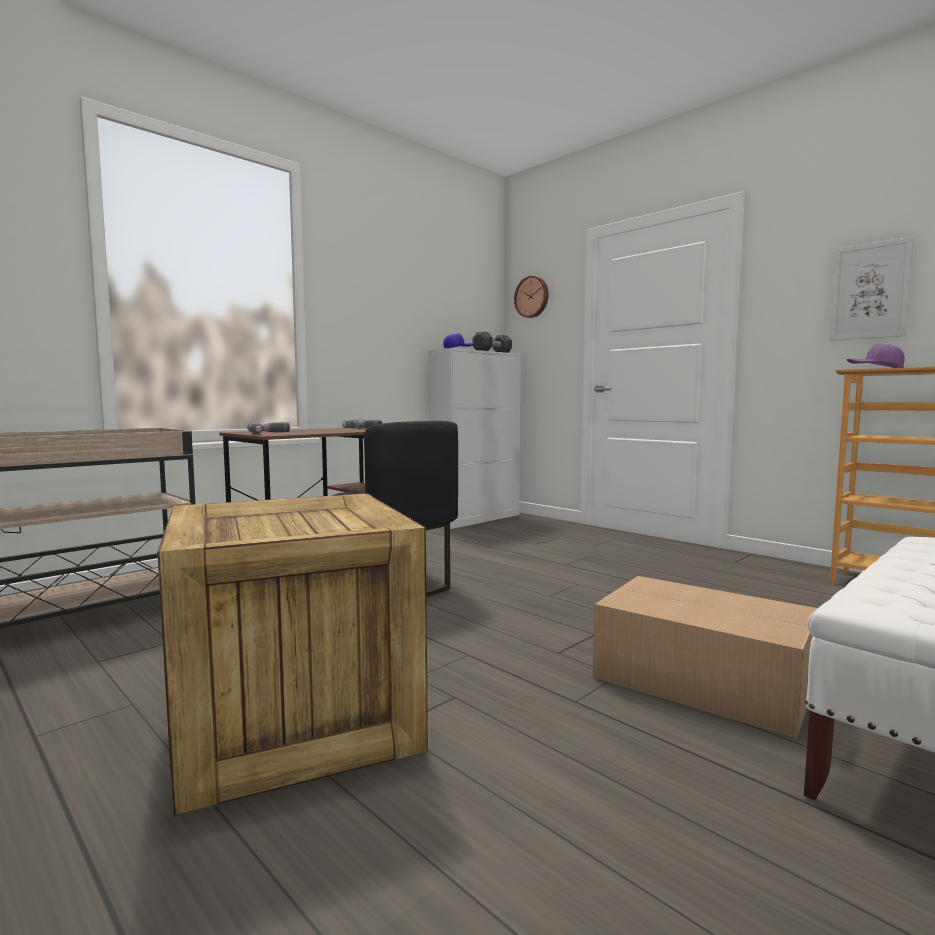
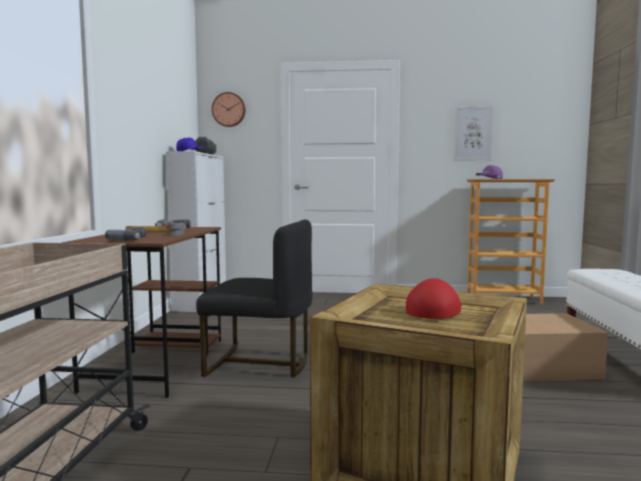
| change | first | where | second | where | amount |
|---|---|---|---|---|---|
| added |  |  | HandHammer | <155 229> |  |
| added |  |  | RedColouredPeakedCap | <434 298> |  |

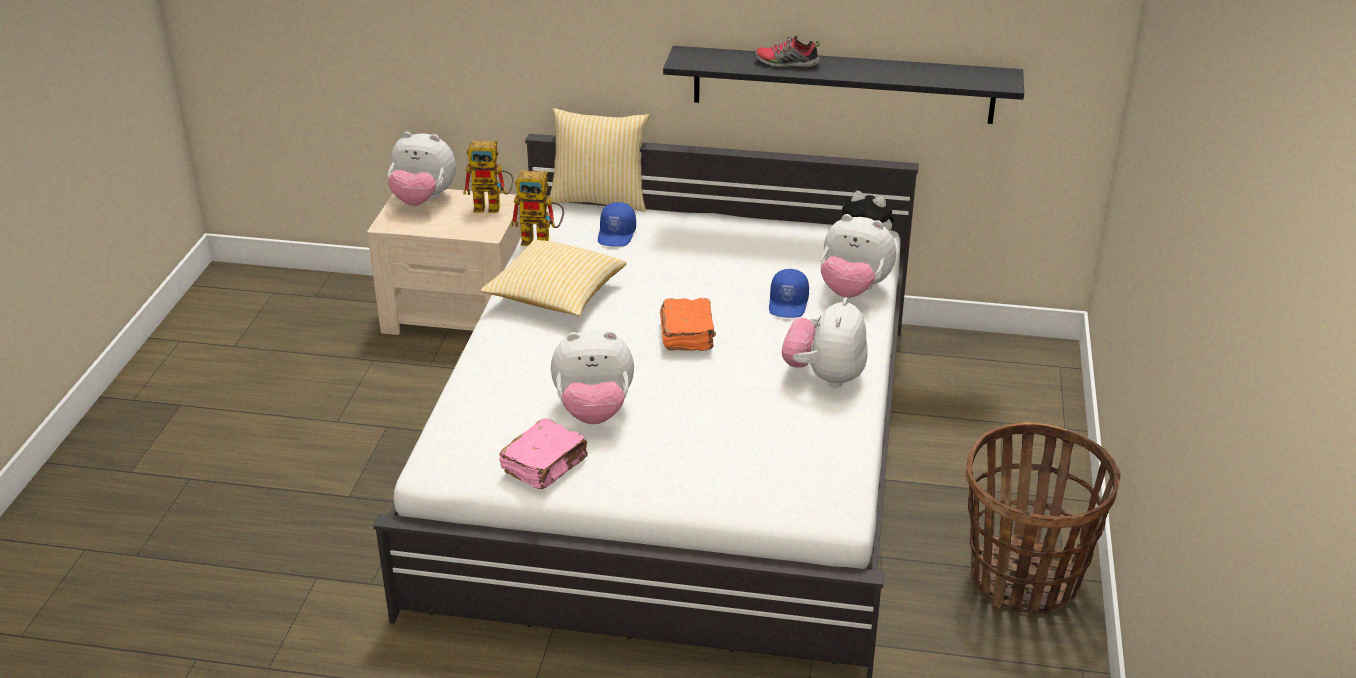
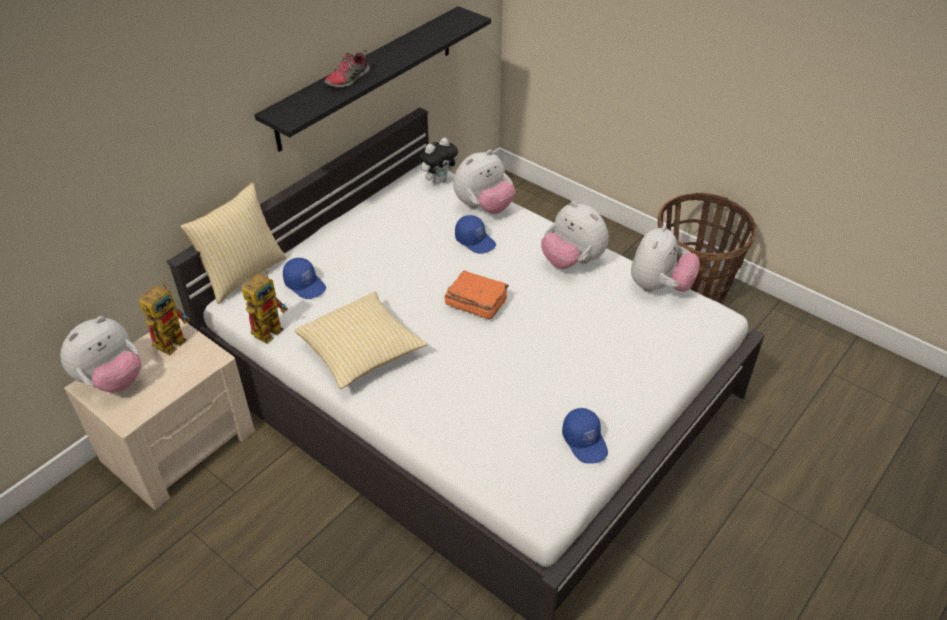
| change | first | where | second | where | amount |
|---|---|---|---|---|---|
| replaced | PinkishBook | <543 454> | BlueColouredPeakedCap | <585 436> |  |
| moved | PlushToy | <592 377> |  | <665 258> |  |

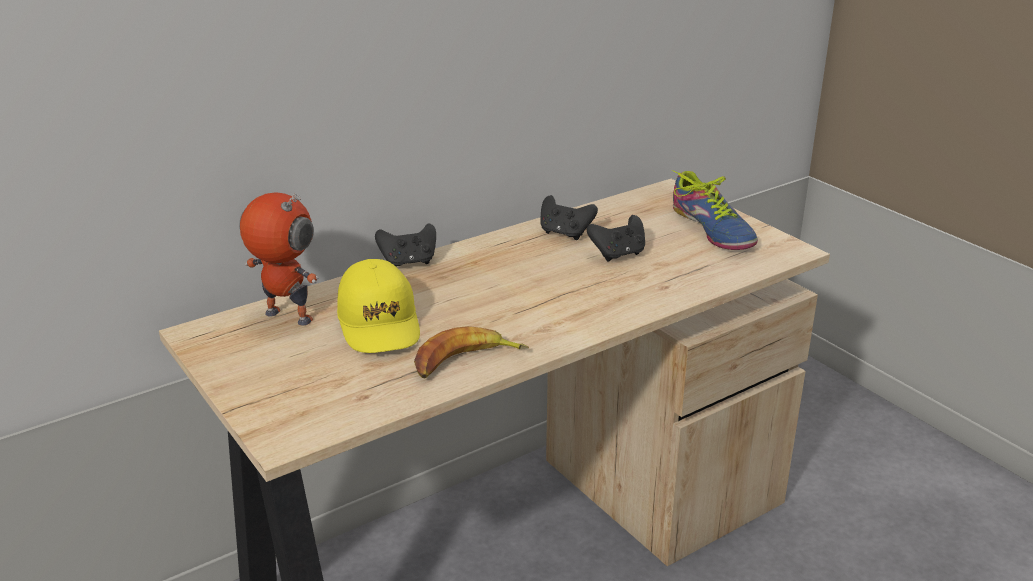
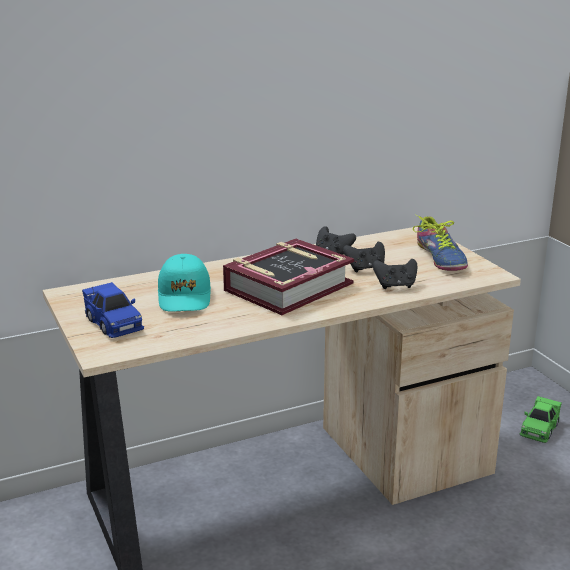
| change | first | where | second | where | amount |
|---|---|---|---|---|---|
| removed | ToyRobot | <278 259> |  |  |  |
| recoloured | YellowColouredPeakedCap | <378 306> | TurquoisePeakedCap | <184 283> |  |
| moved | BlackishJoypad | <405 244> |  | <395 274> |  |
| removed | Banana | <471 352> |  |  |  |
| added |  |  | BlueColouredToyCar | <113 310> |  |
| added |  |  | Book | <288 277> |  |
| added |  |  | GreenColouredToyCar | <541 419> |  |

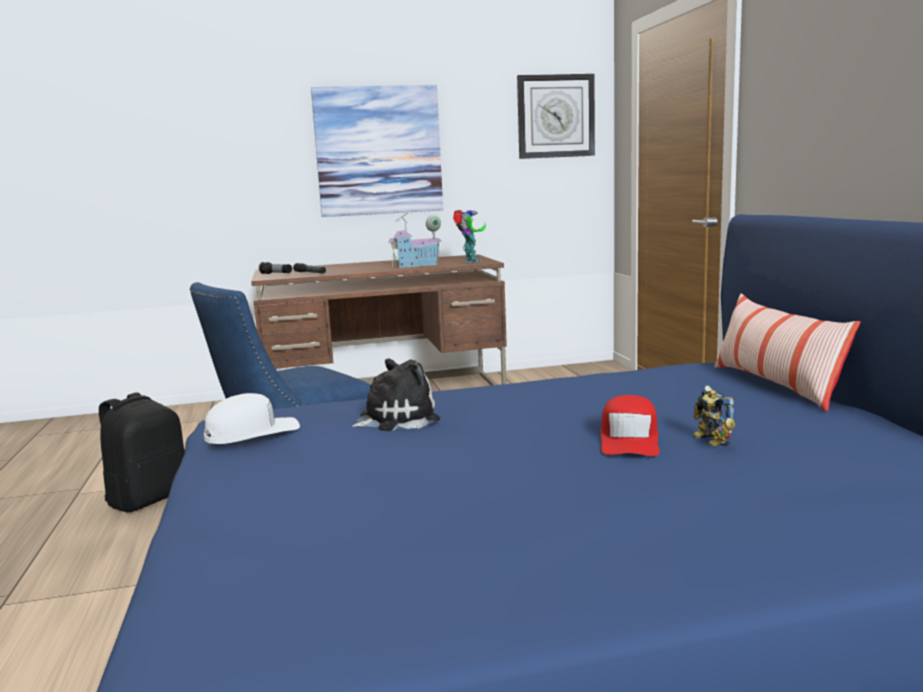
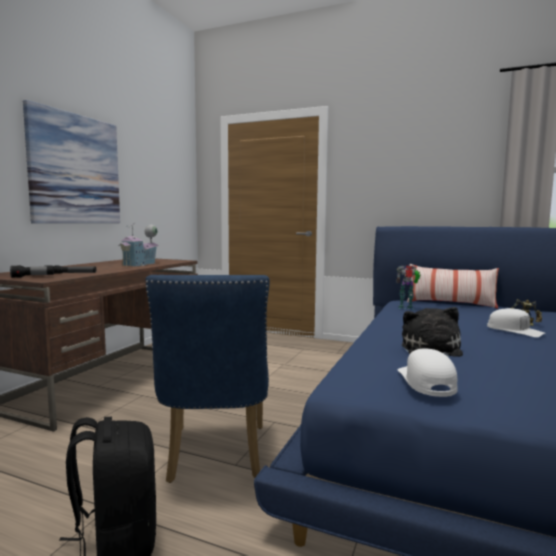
| change | first | where | second | where | amount |
|---|---|---|---|---|---|
| moved | ToyRobot | <469 236> |  | <408 287> |  |
| removed | HangingClock | <556 116> |  |  |  |
| recoloured | RedColouredPeakedCap | <630 425> | WhitePeakedCap | <516 322> |  |

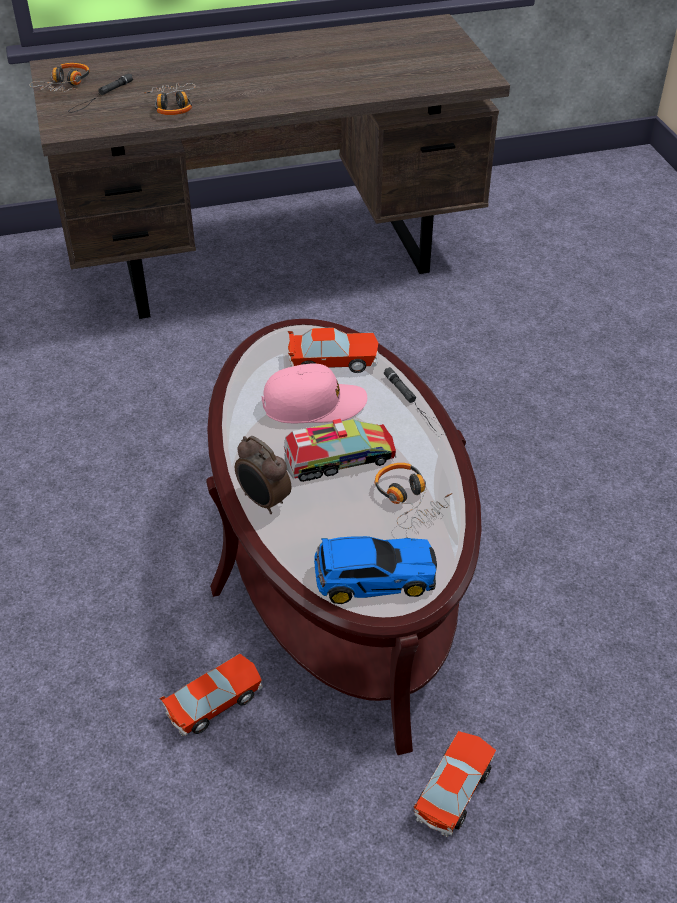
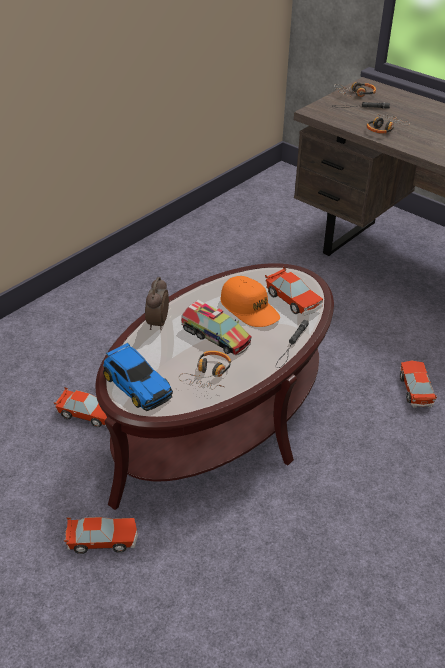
| change | first | where | second | where | amount |
|---|---|---|---|---|---|
| recoloured | PinkishPeakedCap | <314 393> | OrangeyPeakedCap | <250 301> |  |
| added |  |  | ToyCar | <418 384> |  |

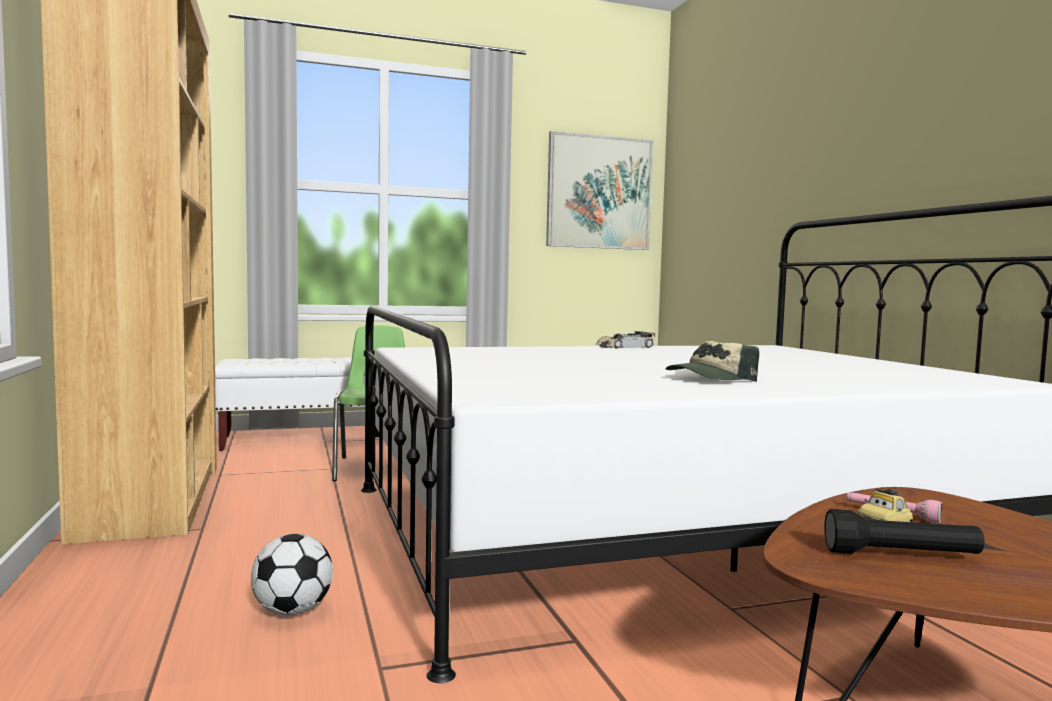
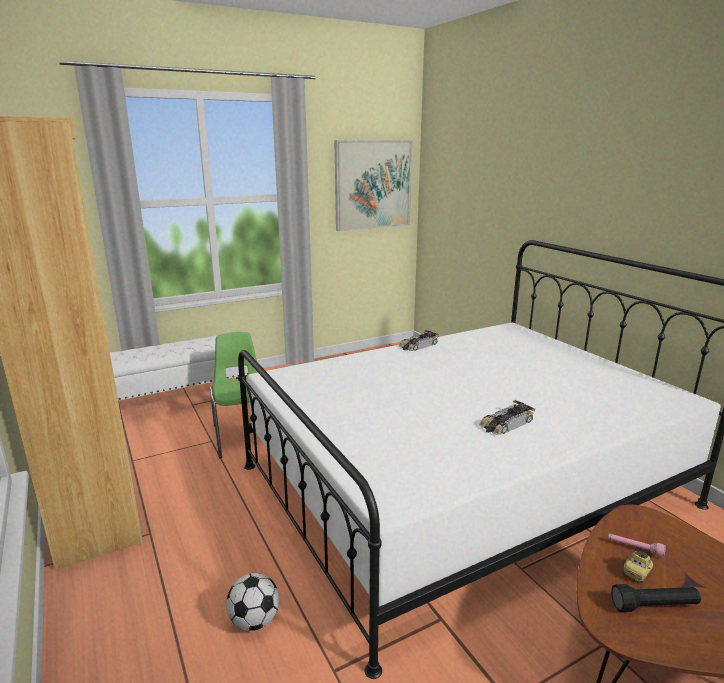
| change | first | where | second | where | amount |
|---|---|---|---|---|---|
| replaced | PeakedCap | <712 361> | ToyCar | <507 417> |  |

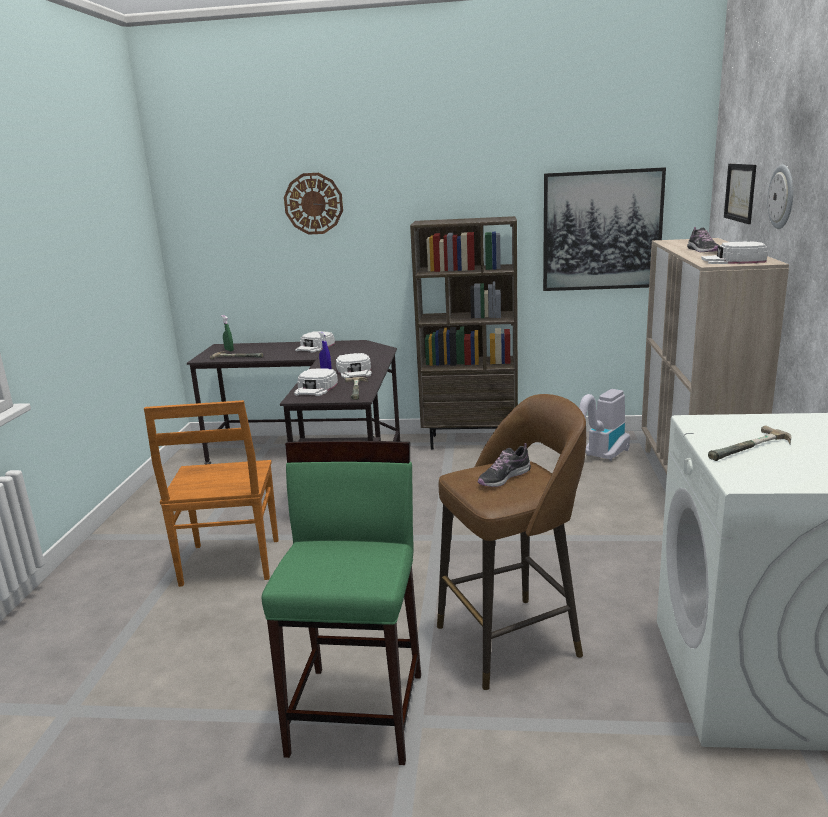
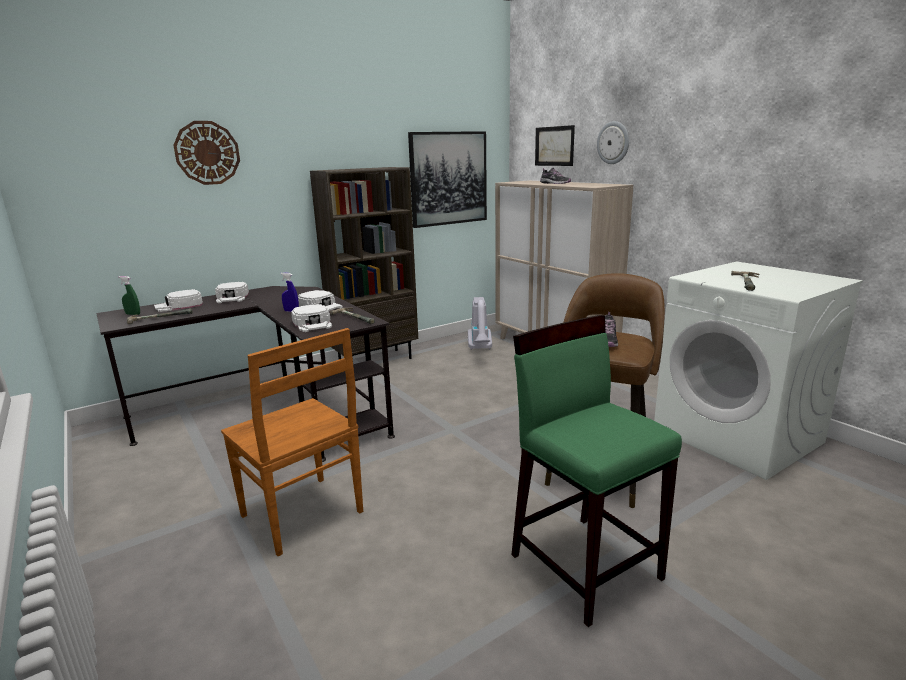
| change | first | where | second | where | amount |
|---|---|---|---|---|---|
| moved | WhitePeakedCap | <734 252> |  | <178 300> |  |

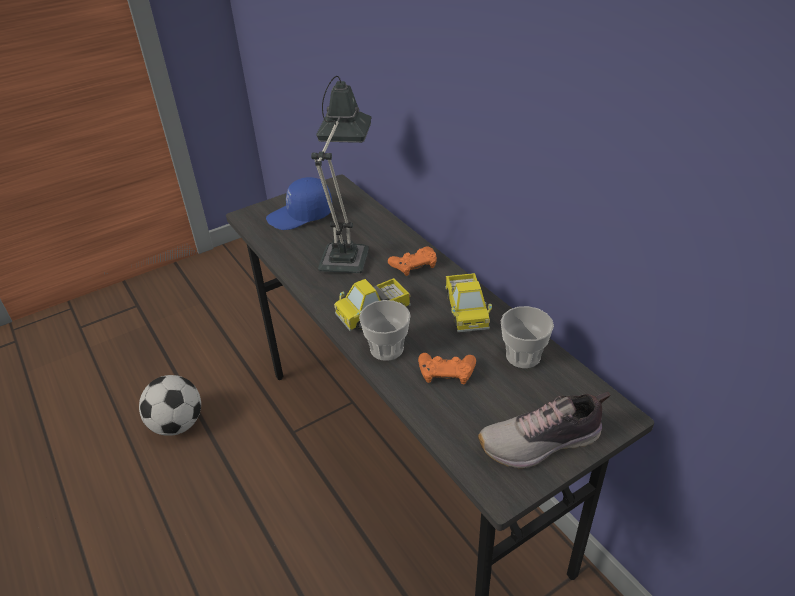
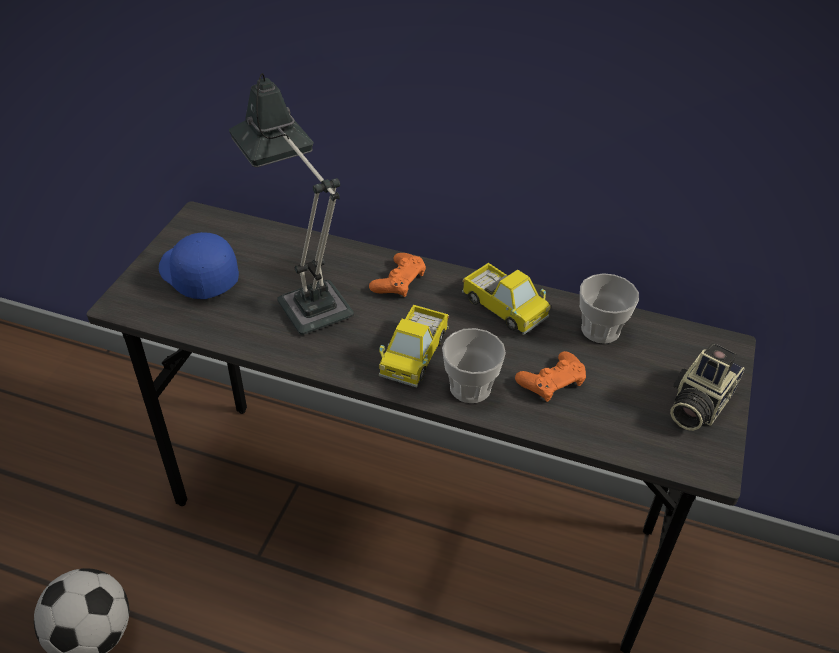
| change | first | where | second | where | amount |
|---|---|---|---|---|---|
| turned | BlueColouredPeakedCap | <299 203> |  | <199 265> | 105 degrees clockwise |
| replaced | ItemOfFootwear | <544 430> | StillCamera | <707 387> |  |

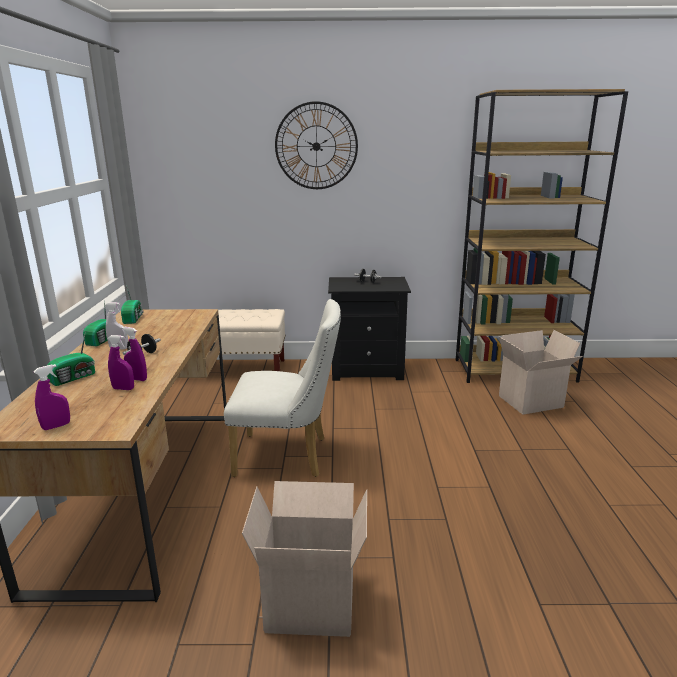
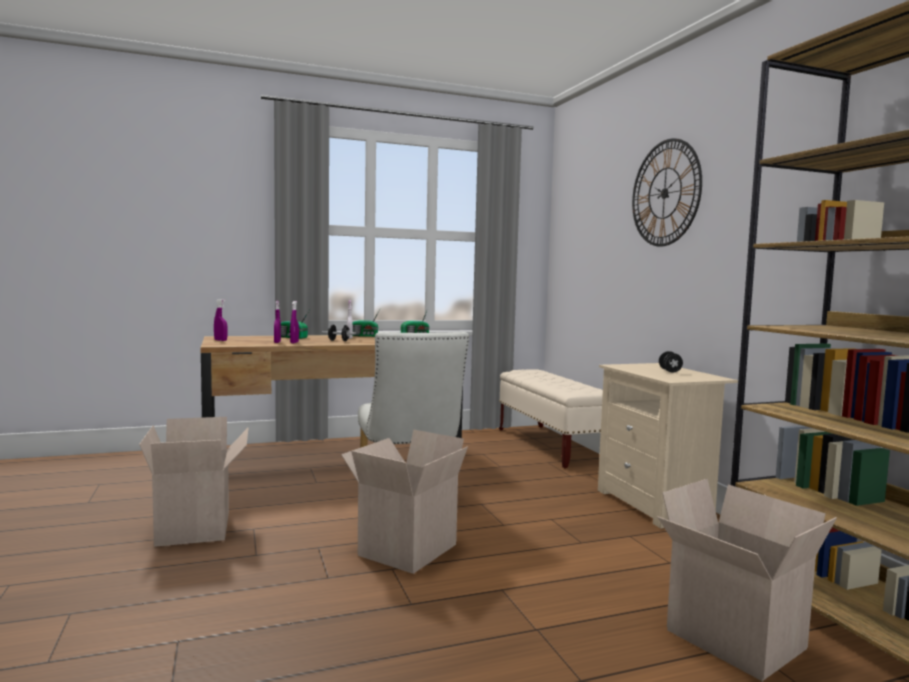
| change | first | where | second | where | amount |
|---|---|---|---|---|---|
| recoloured | BlackishNightTable | <369 329> | BeigeColouredNightTable | <668 446> |  |
| added |  |  | CardboardBox | <404 501> |  |

